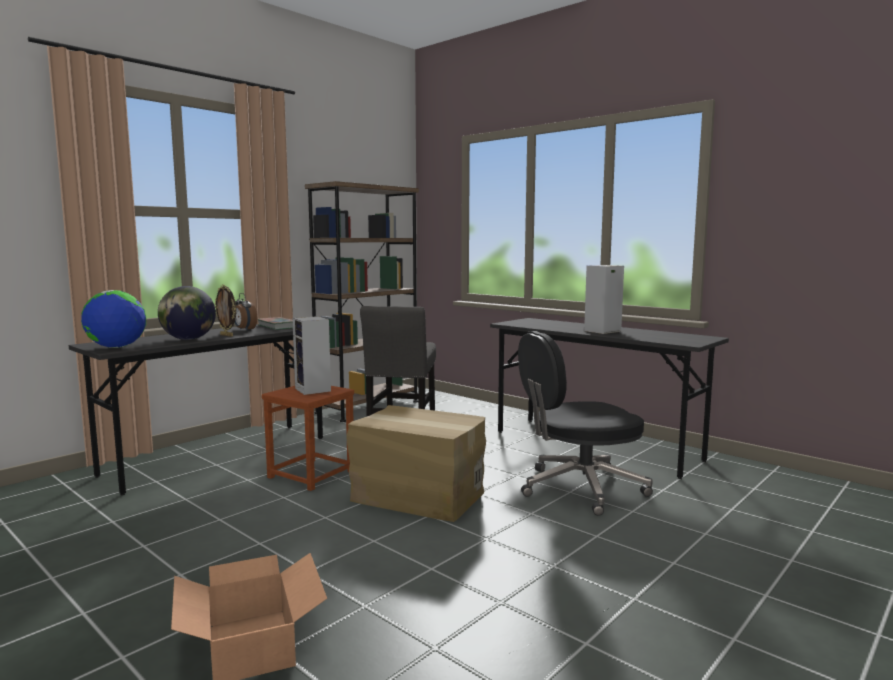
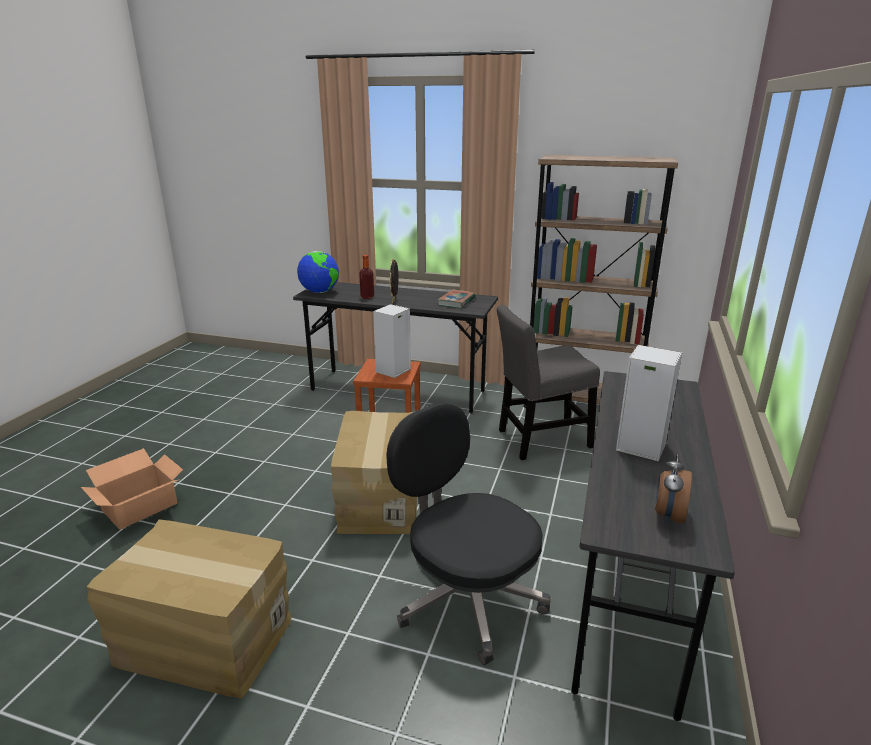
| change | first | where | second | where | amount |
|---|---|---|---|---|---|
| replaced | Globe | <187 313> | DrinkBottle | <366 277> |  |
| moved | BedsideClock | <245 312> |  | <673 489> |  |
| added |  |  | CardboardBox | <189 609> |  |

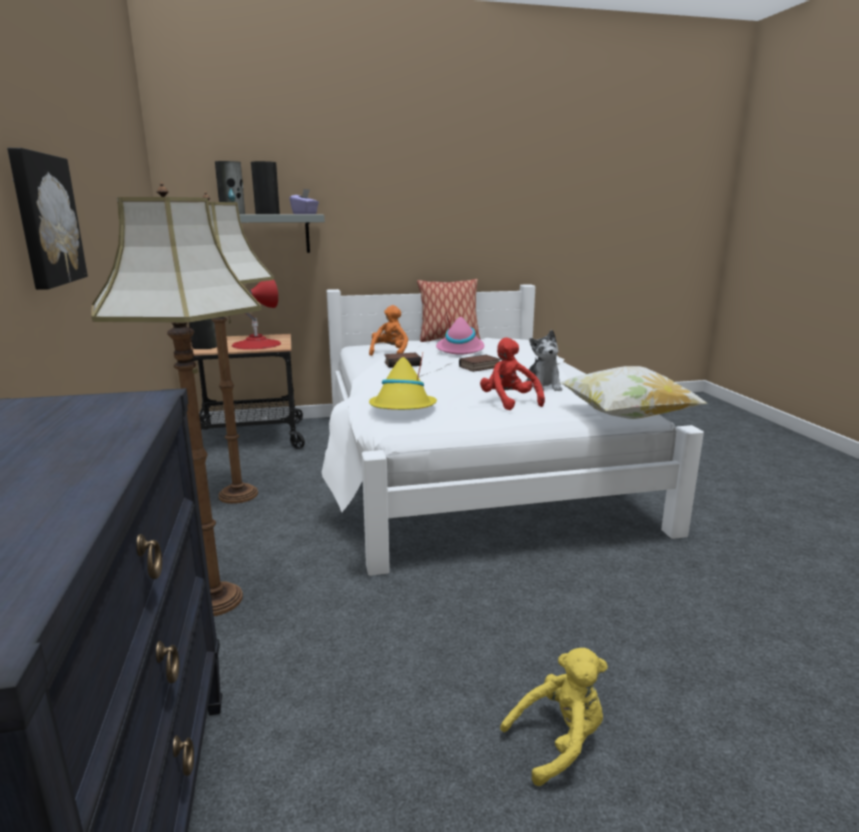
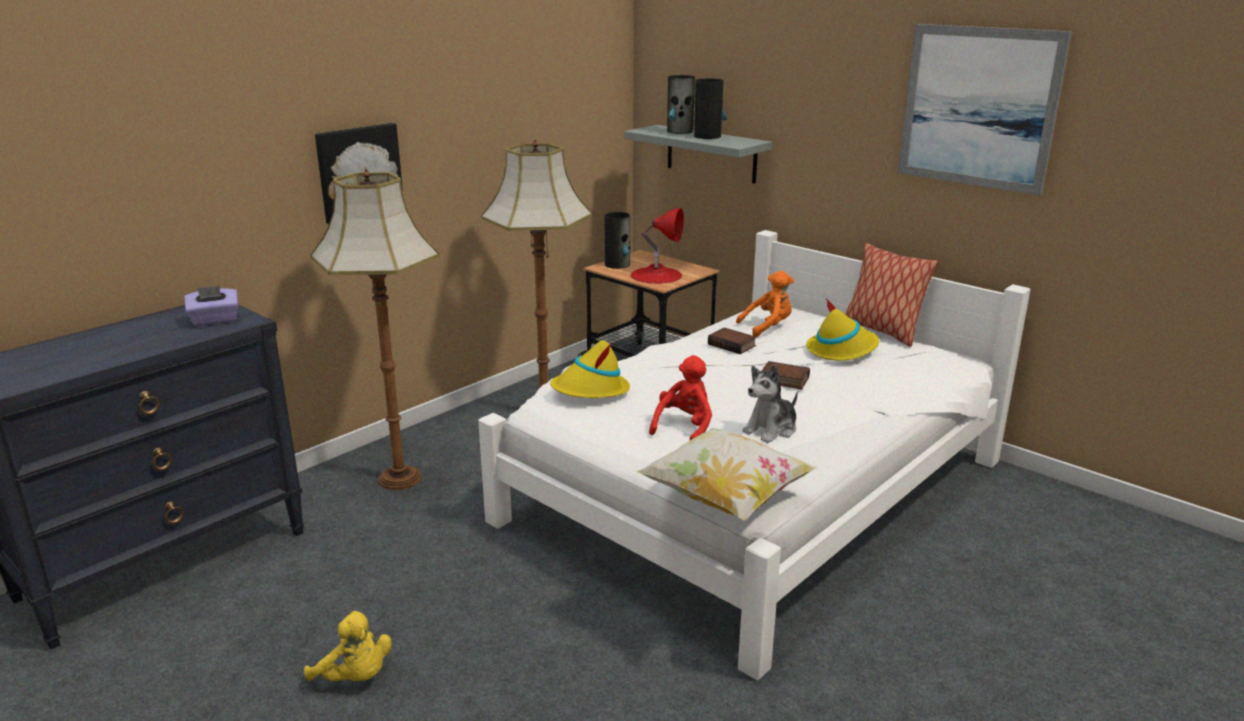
| change | first | where | second | where | amount |
|---|---|---|---|---|---|
| moved | PurplishTissueBox | <304 201> |  | <211 306> |  |
| recoloured | PinkishClothingHat | <460 333> | YellowColouredClothingHat | <842 329> |  |
| added |  |  | Picture | <985 109> |  |

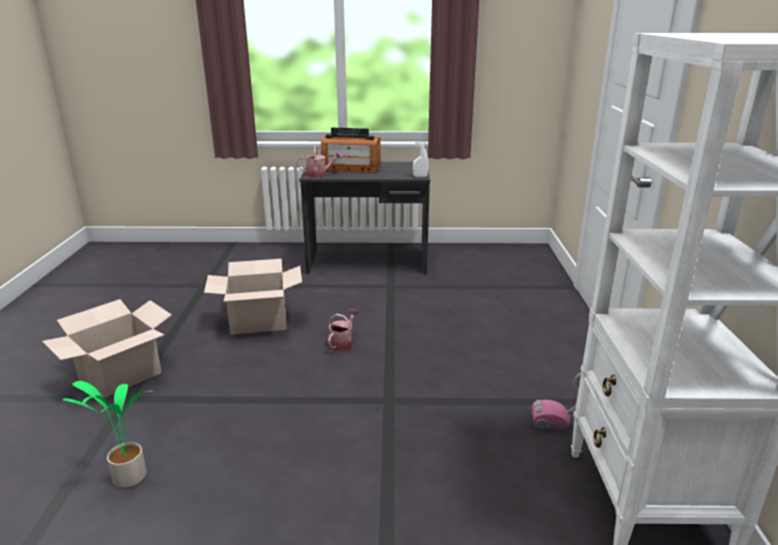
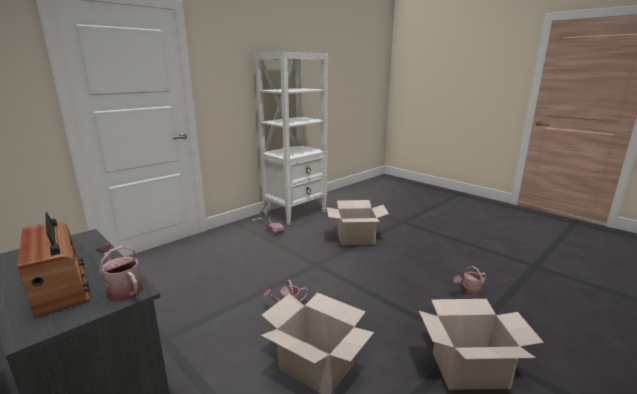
| change | first | where | second | where | amount |
|---|---|---|---|---|---|
| replaced | PlantInAPot | <108 434> | WateringPot | <469 281> |  |
| removed | WhiteSprayer | <421 159> |  |  |  |
| added |  |  | CardboardBox | <357 222> |  |

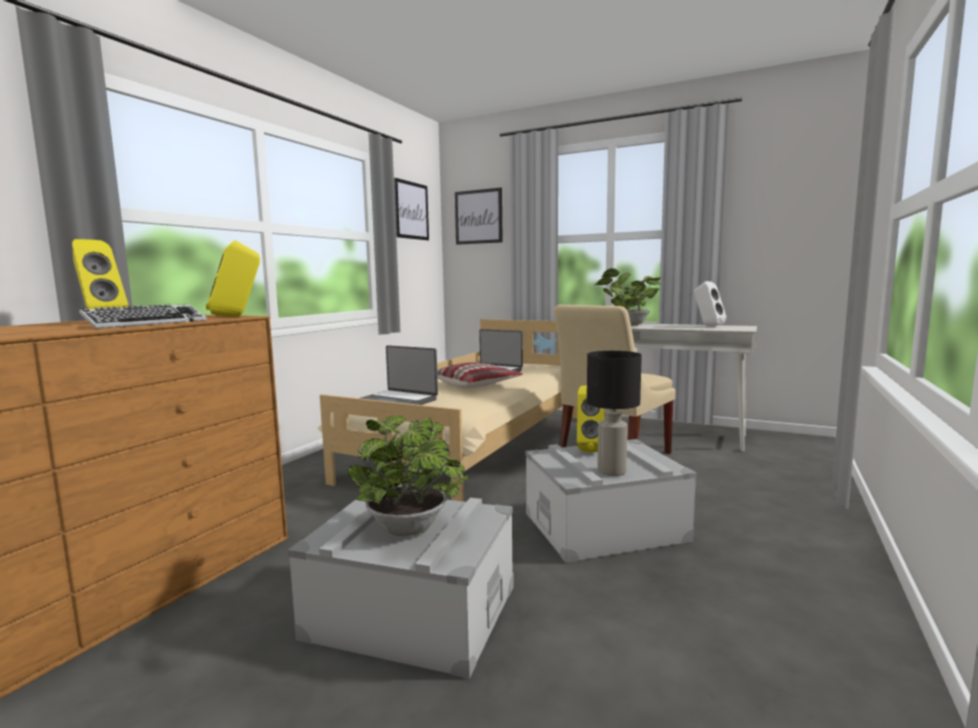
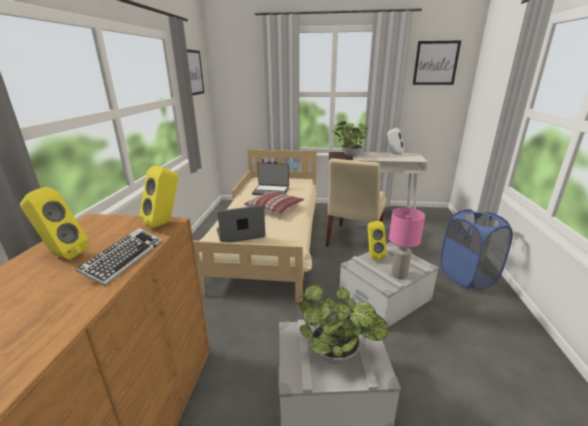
| change | first | where | second | where | amount |
|---|---|---|---|---|---|
| turned | PortableComputer | <399 375> |  | <240 224> | 150 degrees clockwise |
| moved | Picture | <479 216> |  | <437 62> |  |
| recoloured | BlackishTabletopLamp | <614 413> | PinkishTabletopLamp | <407 243> |  |
| added |  |  | BlueColouredWashingBasket | <477 249> |  |

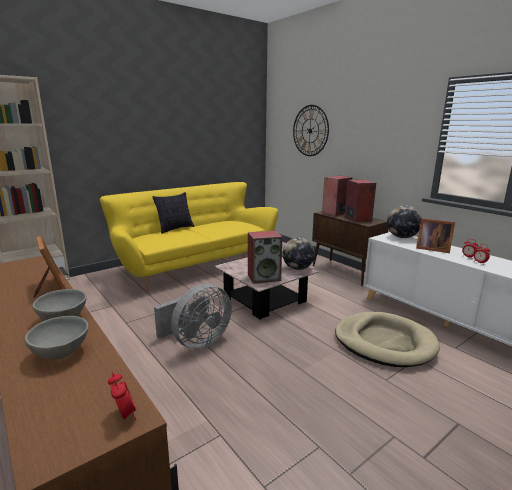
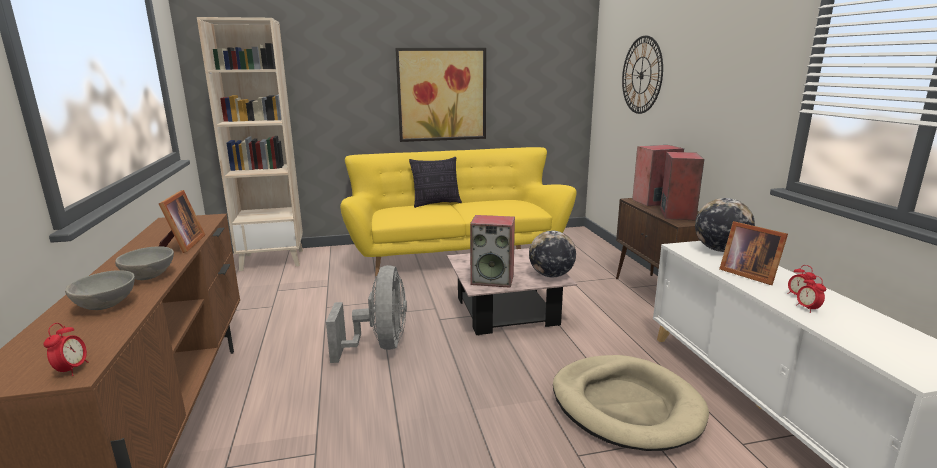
| change | first | where | second | where | amount |
|---|---|---|---|---|---|
| turned | GrayCoolingFan | <193 316> |  | <366 314> | 75 degrees counterclockwise |
| added |  |  | Picture | <440 95> |  |

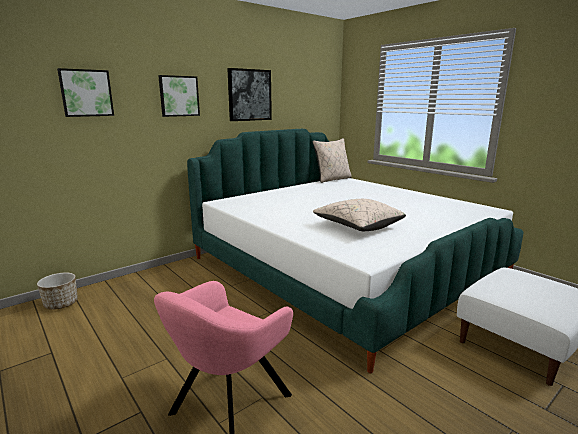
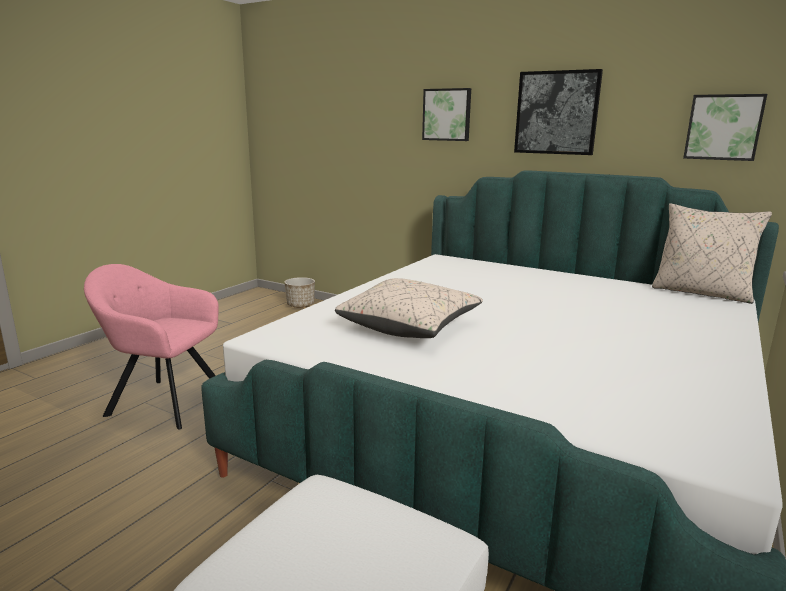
| change | first | where | second | where | amount |
|---|---|---|---|---|---|
| moved | Picture | <85 92> |  | <725 127> |  |

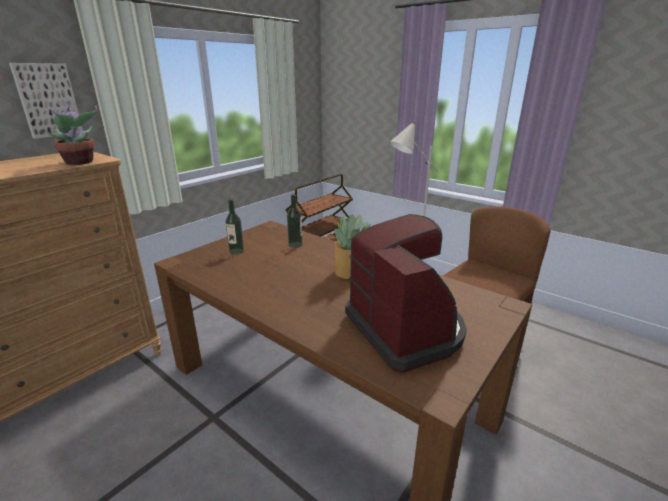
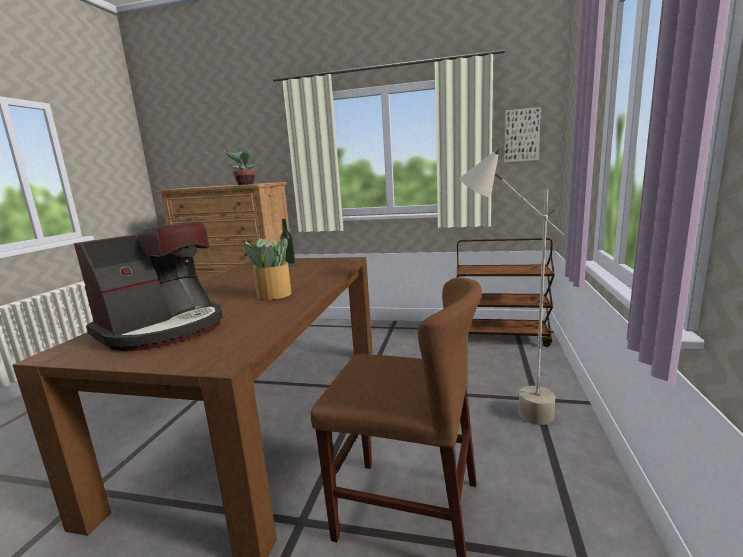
| change | first | where | second | where | amount |
|---|---|---|---|---|---|
| moved | Picture | <46 101> |  | <522 134> |  |
| removed | DrinkBottle | <295 221> |  |  |  |

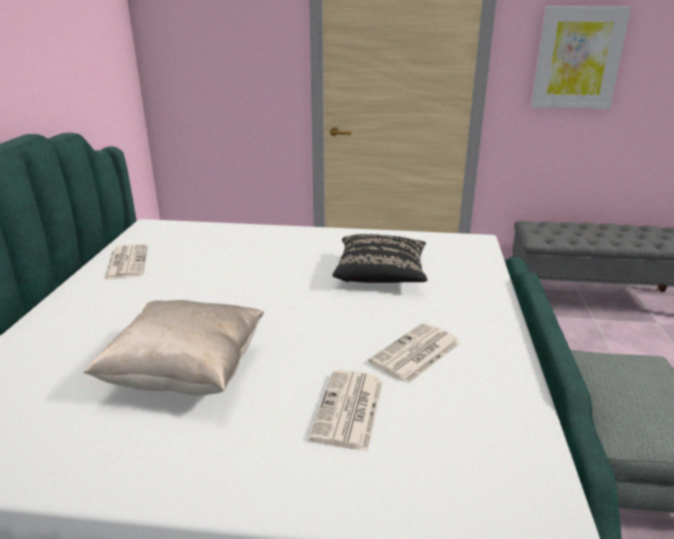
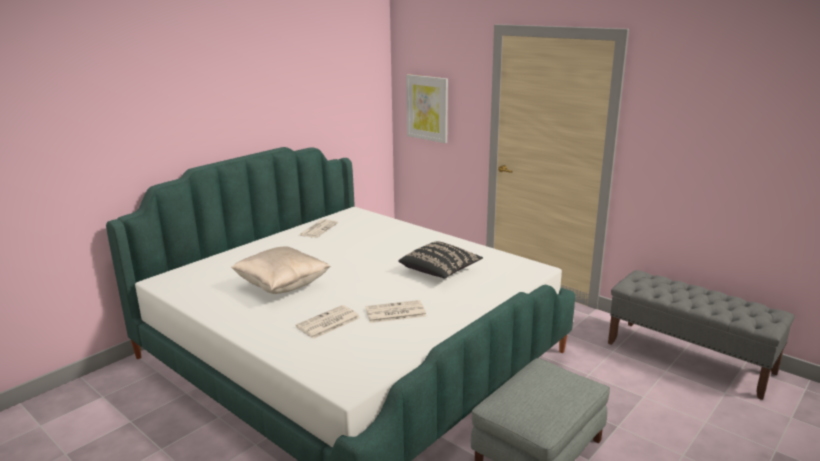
| change | first | where | second | where | amount |
|---|---|---|---|---|---|
| moved | Picture | <581 57> |  | <427 108> |  |

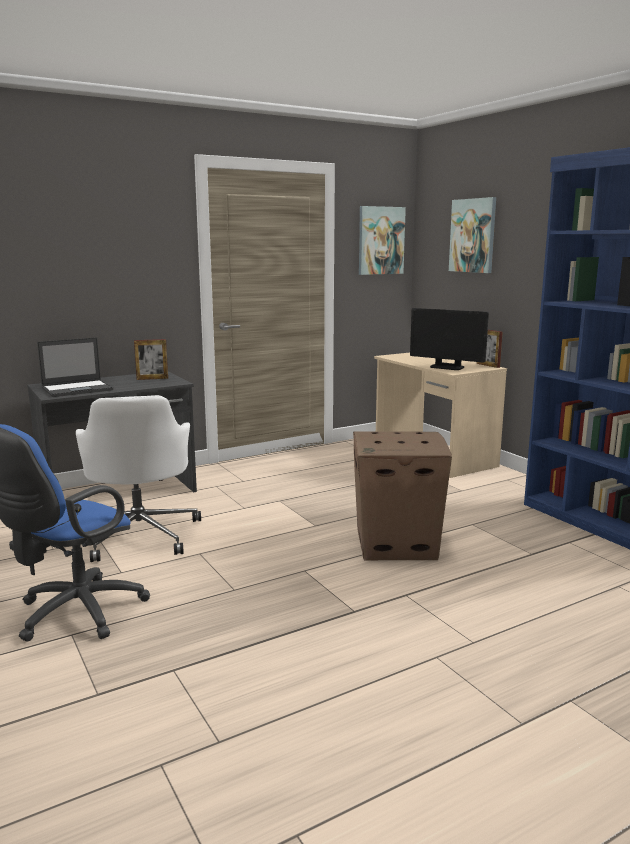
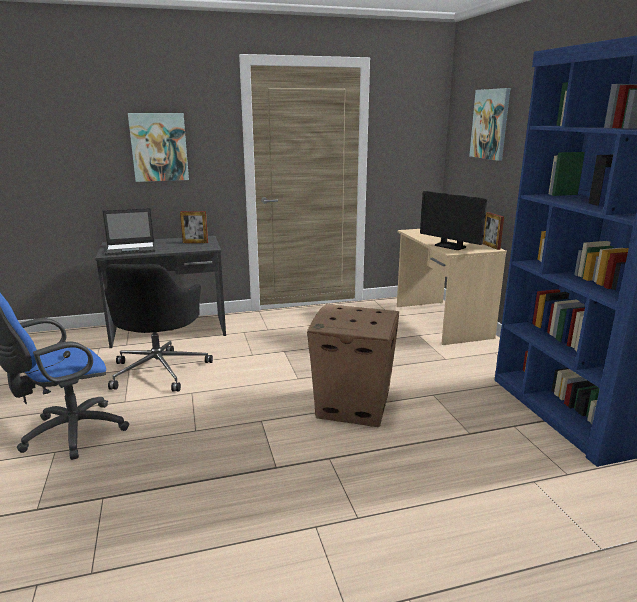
| change | first | where | second | where | amount |
|---|---|---|---|---|---|
| recoloured | WhiteDeskChair | <138 478> | BlackishDeskChair | <158 328> |  |
| moved | Picture | <382 240> |  | <158 147> |  |

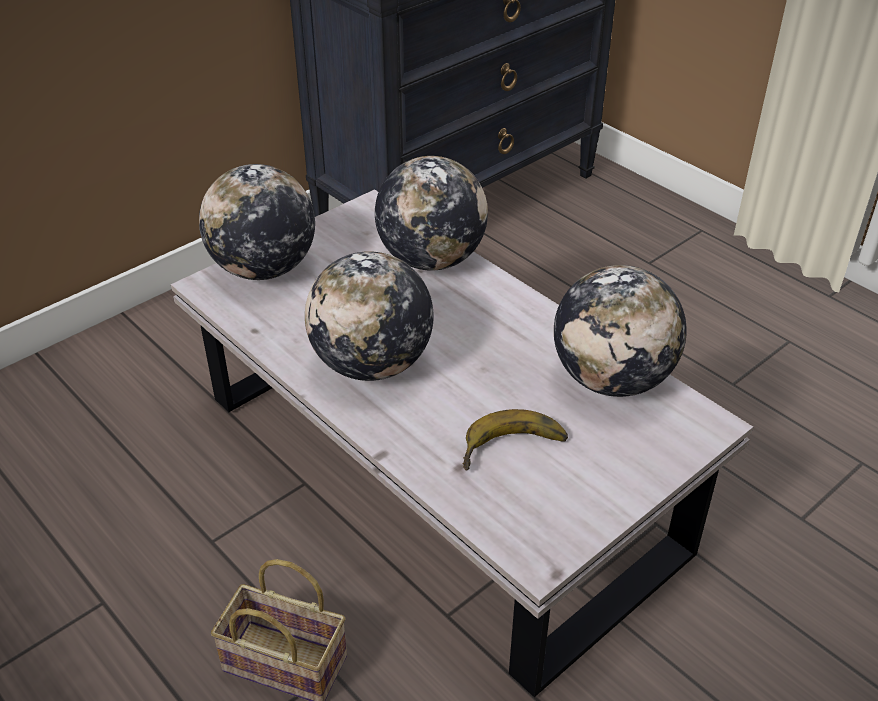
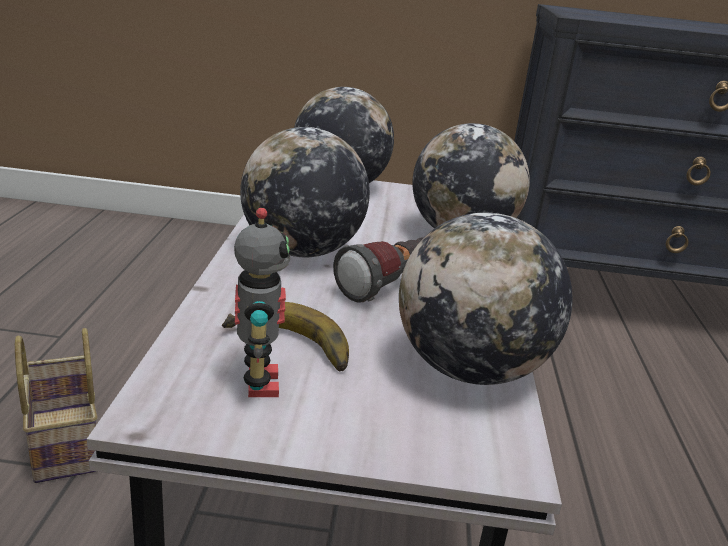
| change | first | where | second | where | amount |
|---|---|---|---|---|---|
| added |  |  | ToyRobot | <262 302> |  |
| added |  |  | Flashlight | <378 270> |  |

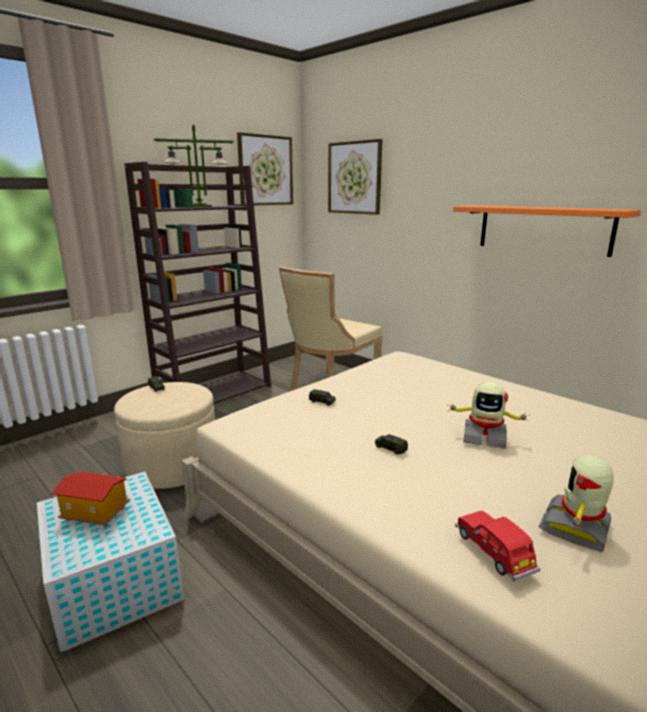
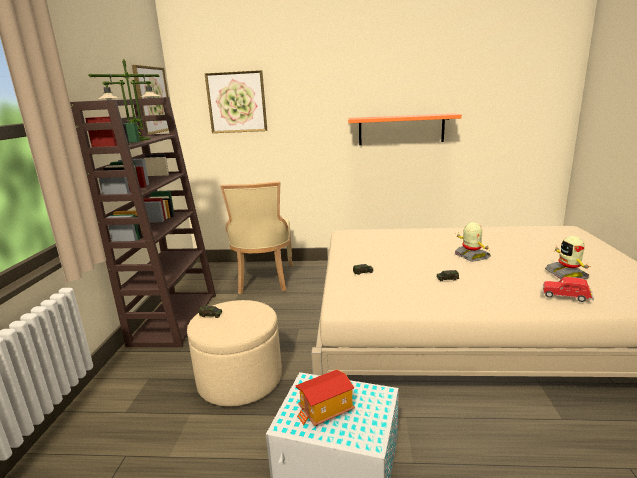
| change | first | where | second | where | amount |
|---|---|---|---|---|---|
| turned | ToyRobot | <489 415> |  | <473 242> | 90 degrees counterclockwise |

